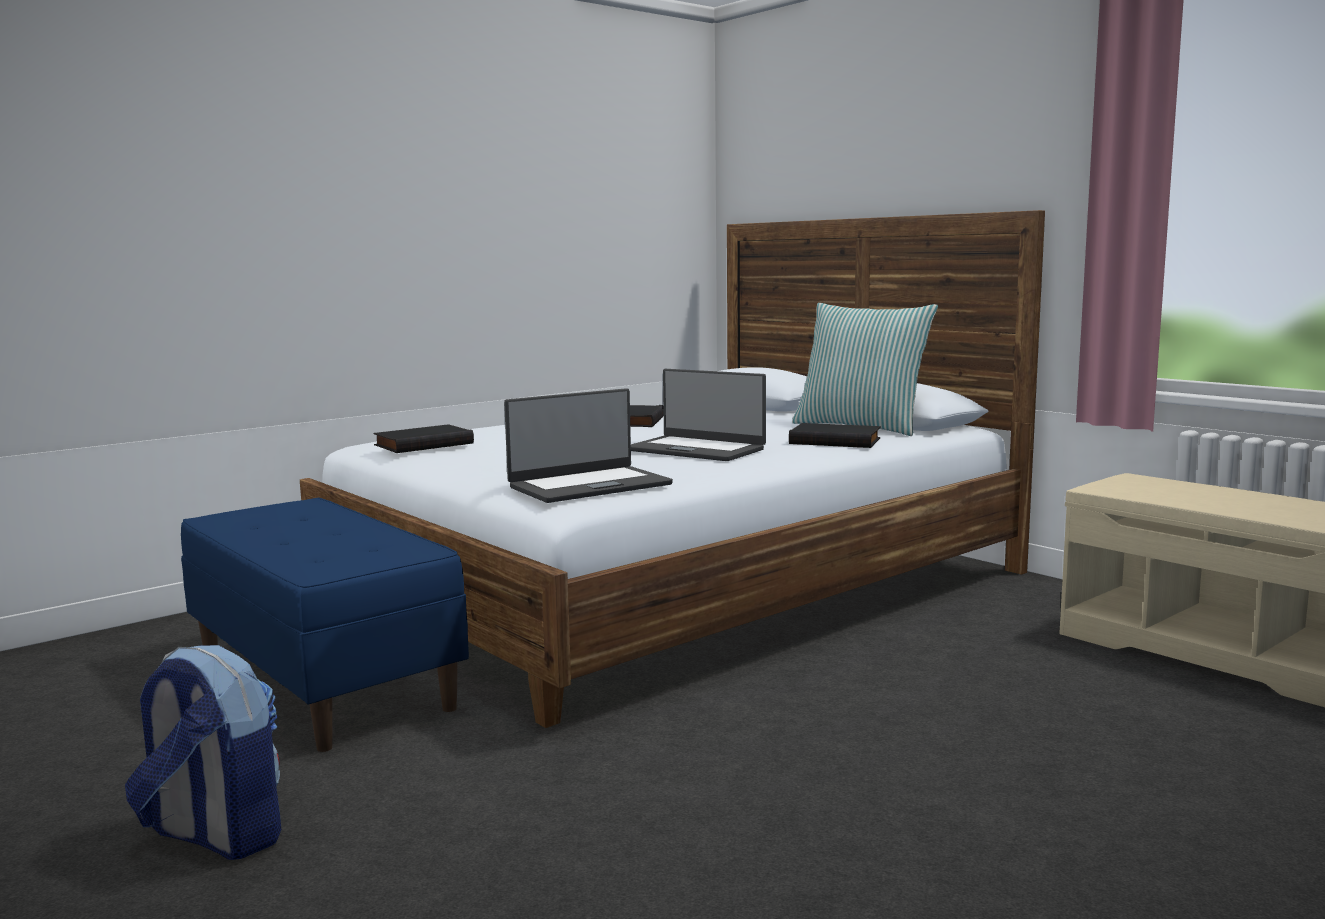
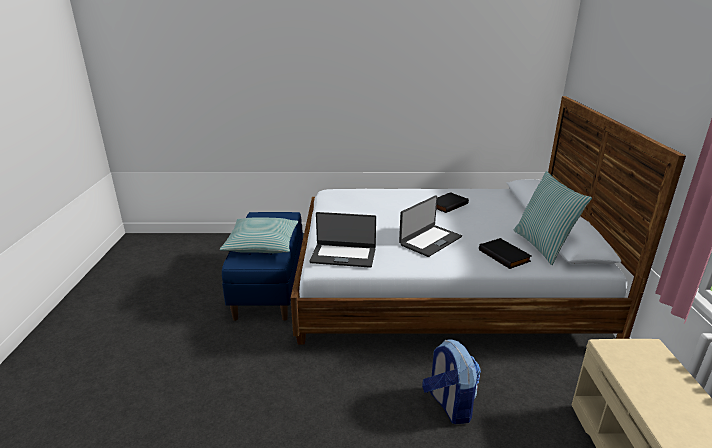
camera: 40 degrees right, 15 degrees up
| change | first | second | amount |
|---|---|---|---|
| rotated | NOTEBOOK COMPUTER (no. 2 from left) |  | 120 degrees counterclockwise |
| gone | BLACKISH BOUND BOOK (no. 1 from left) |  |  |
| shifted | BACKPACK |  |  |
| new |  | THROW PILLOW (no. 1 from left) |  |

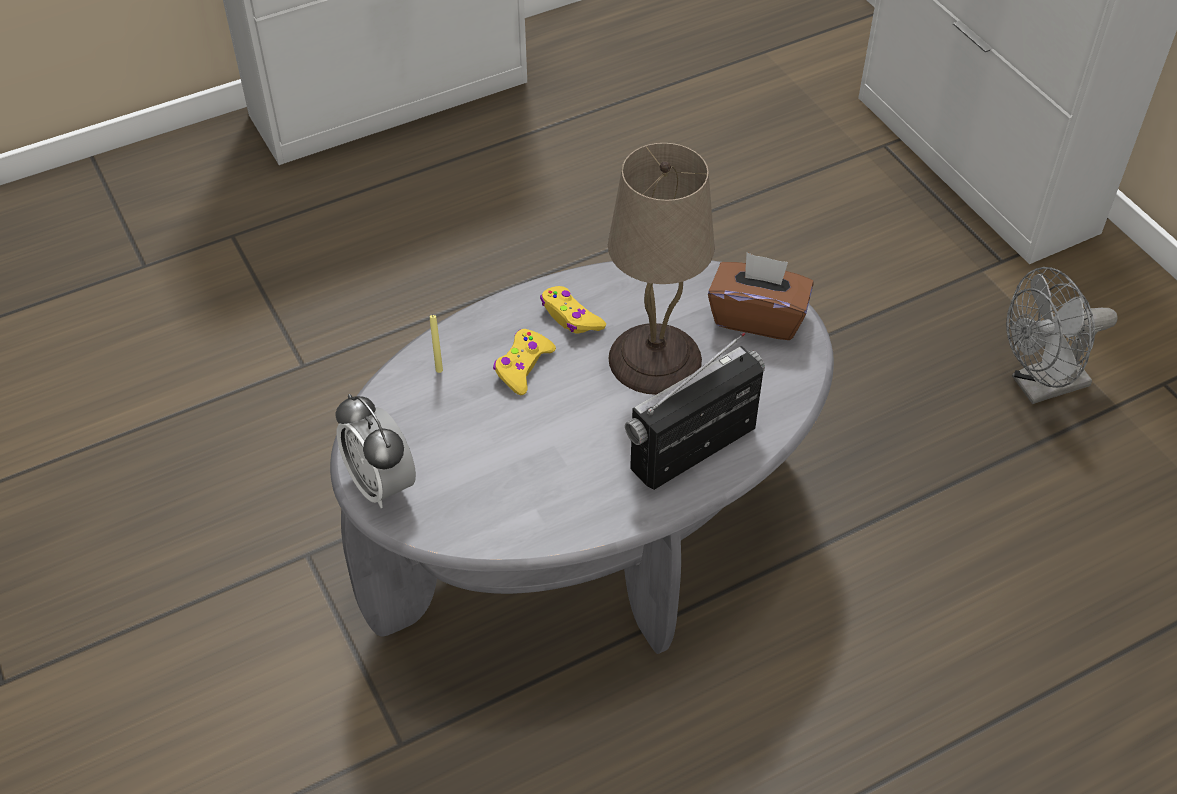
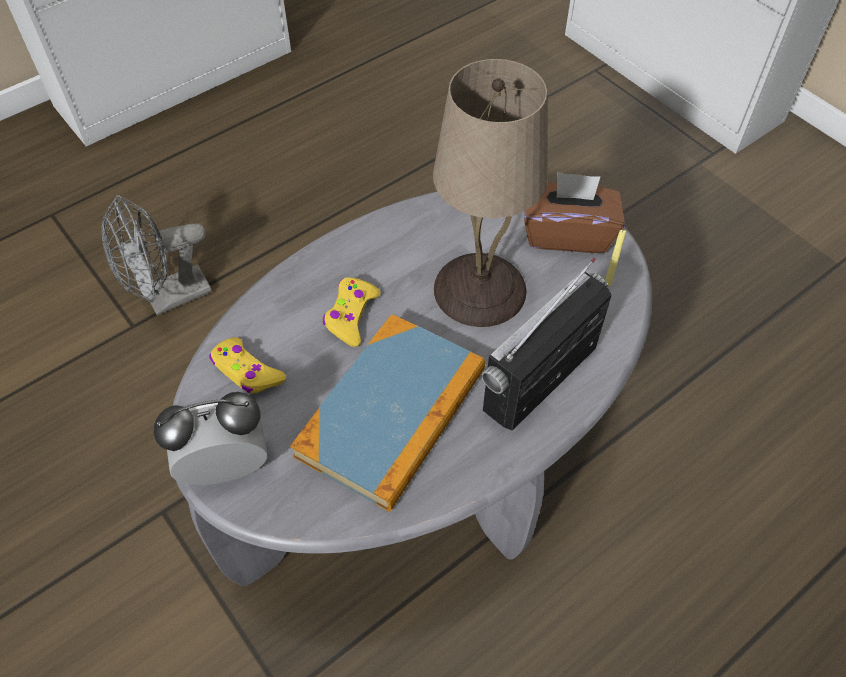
camera: 10 degrees left, 5 degrees up
| change | first | second | amount |
|---|---|---|---|
| shifted | GREYISH FAN |  |  |
| shifted | YELLOWISH GAMEPAD (no. 2 from left in the first image) | YELLOWISH GAMEPAD (no. 1 from left) |  |
| shifted | YELLOWISH CANDLE |  |  |
| rotated | BEDSIDE CLOCK |  | 120 degrees clockwise |
| new |  | BOUND BOOK |  |

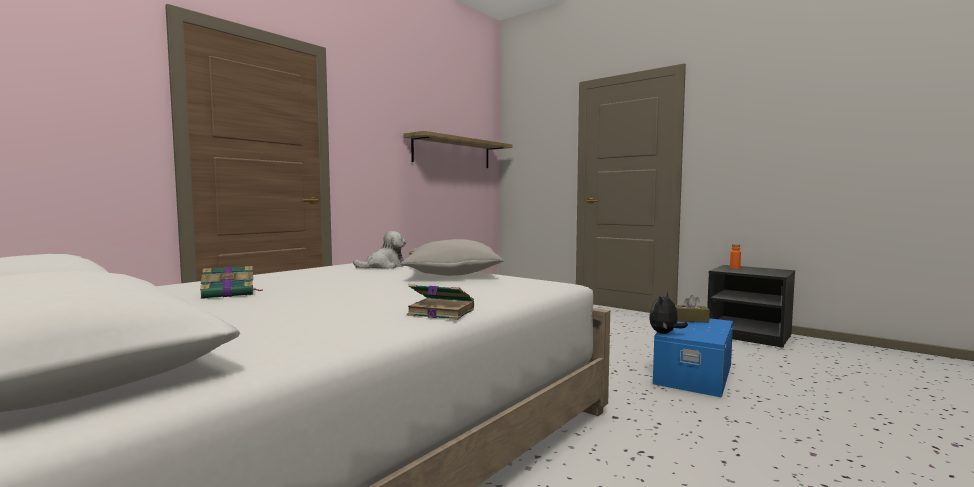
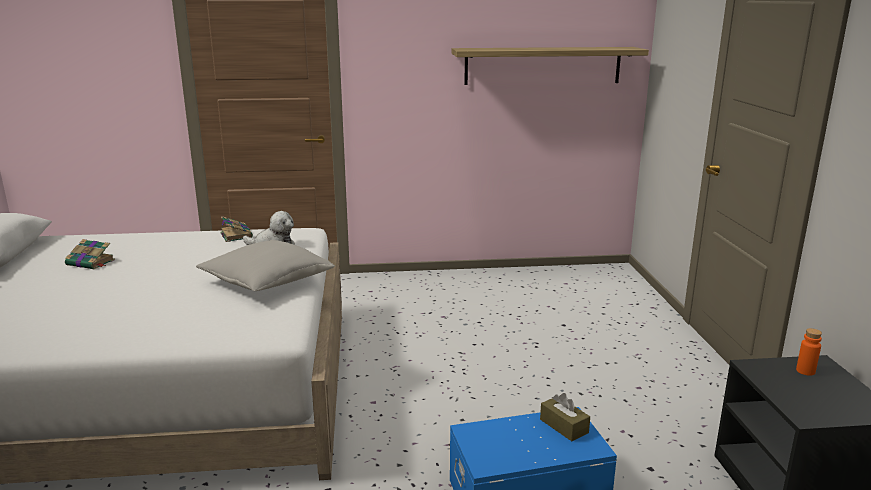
camera: 45 degrees right, 15 degrees up
| change | first | second | amount |
|---|---|---|---|
| shifted | BOUND BOOK (no. 2 from left) |  |  |
| gone | CUDDLY TOY (no. 2 from left) |  |  |

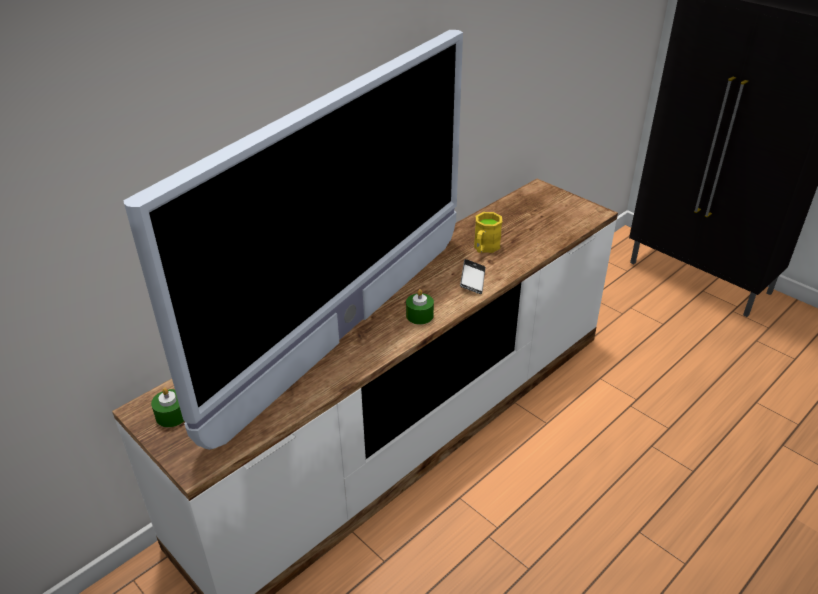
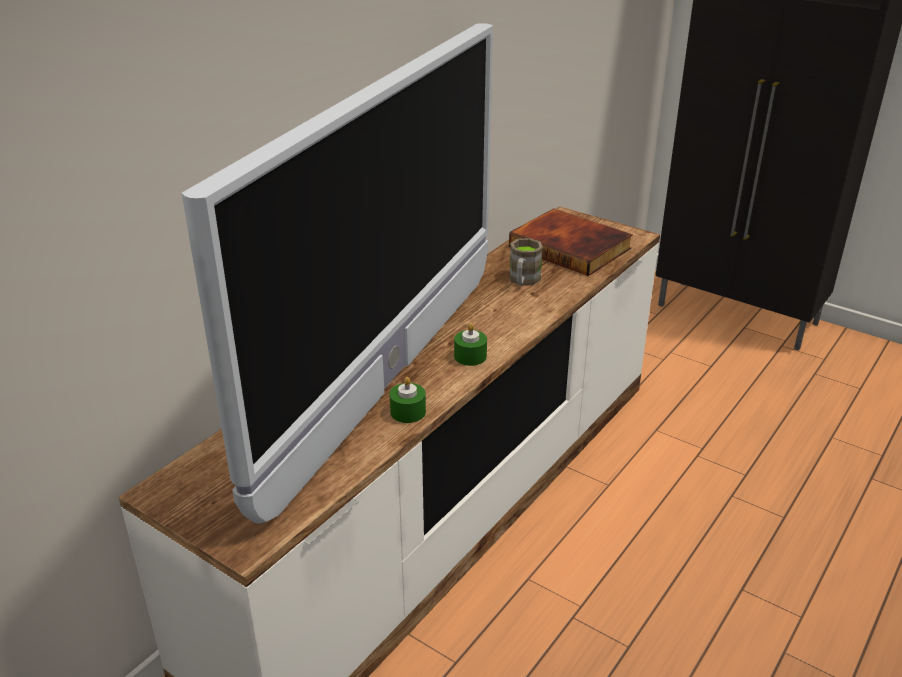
camera: 10 degrees left, 5 degrees down
| change | first | second | amount |
|---|---|---|---|
| repainted | YELLOWISH MUG | BROWN MUG |  |
| gone | TELEPHONE |  |  |
| shifted | GREEN-COLOURED CANDLE (no. 1 from left) |  |  |
| new |  | BOUND BOOK |  |

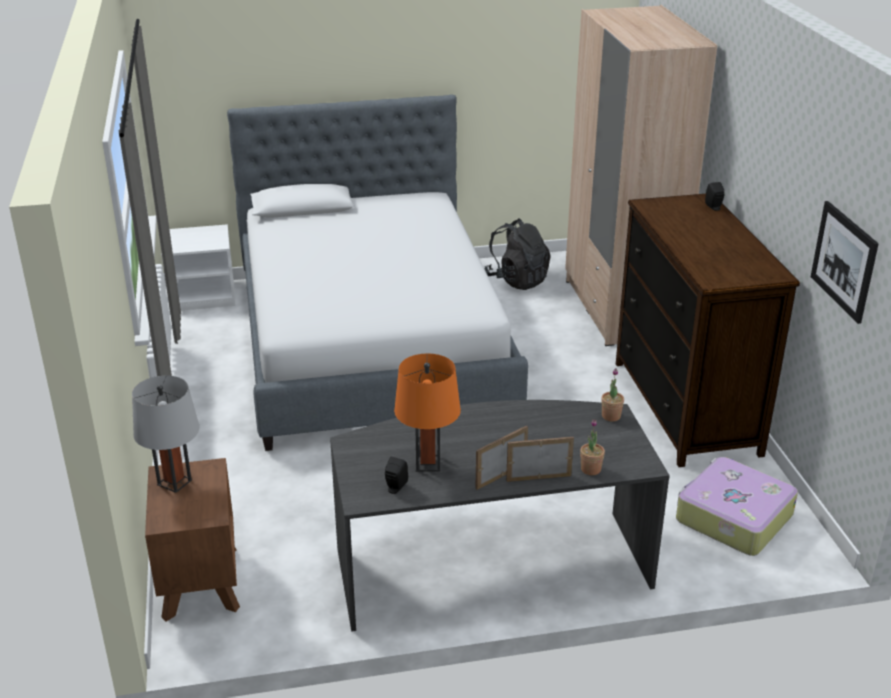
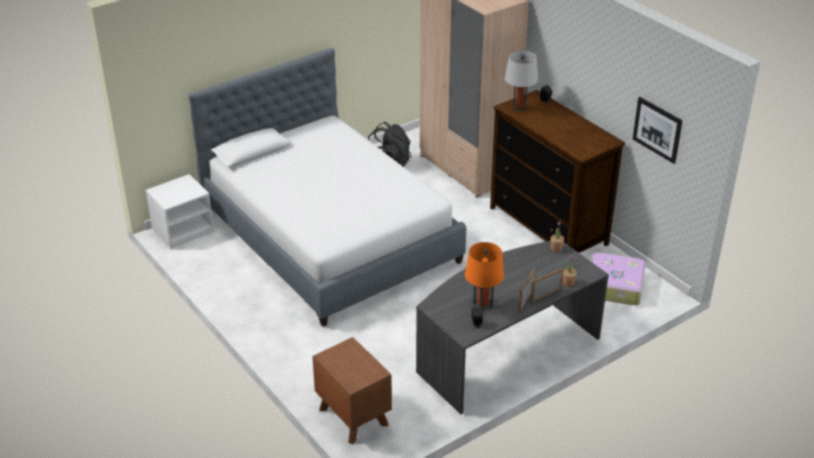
camera: 25 degrees left, 5 degrees up
| change | first | second | amount |
|---|---|---|---|
| shifted | GREYISH TABLETOP LAMP |  |  |

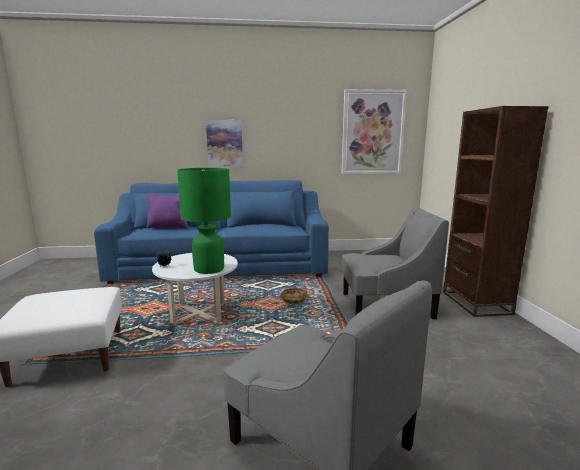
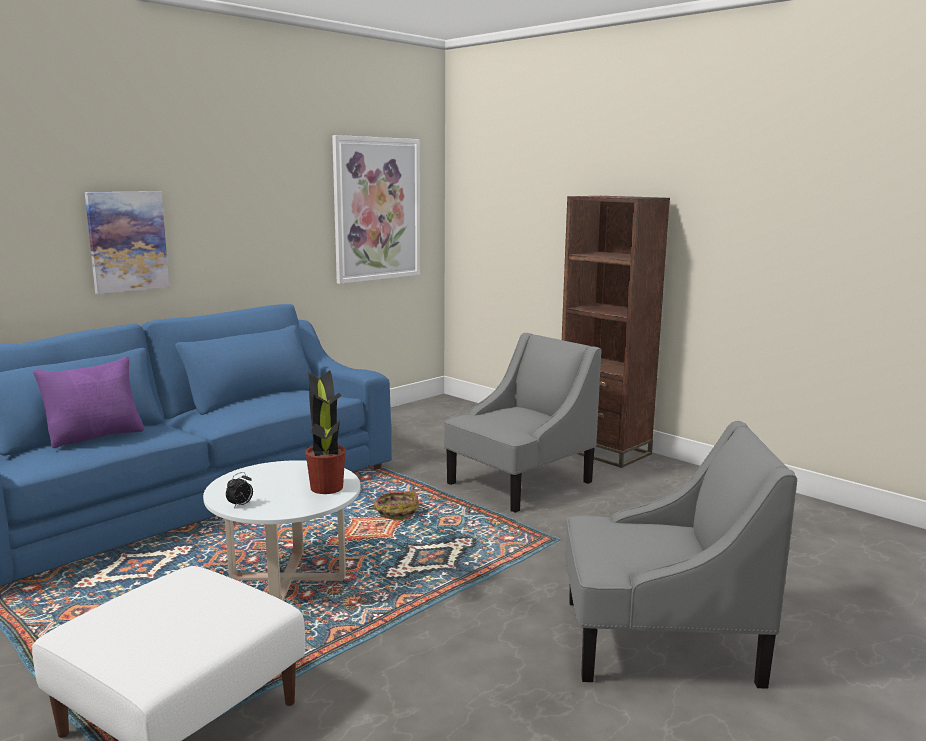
camera: 40 degrees left, 0 degrees up
| change | first | second | amount |
|---|---|---|---|
| swapped | GREEN-COLOURED TABLETOP LAMP | HOUSEPLANT |  |

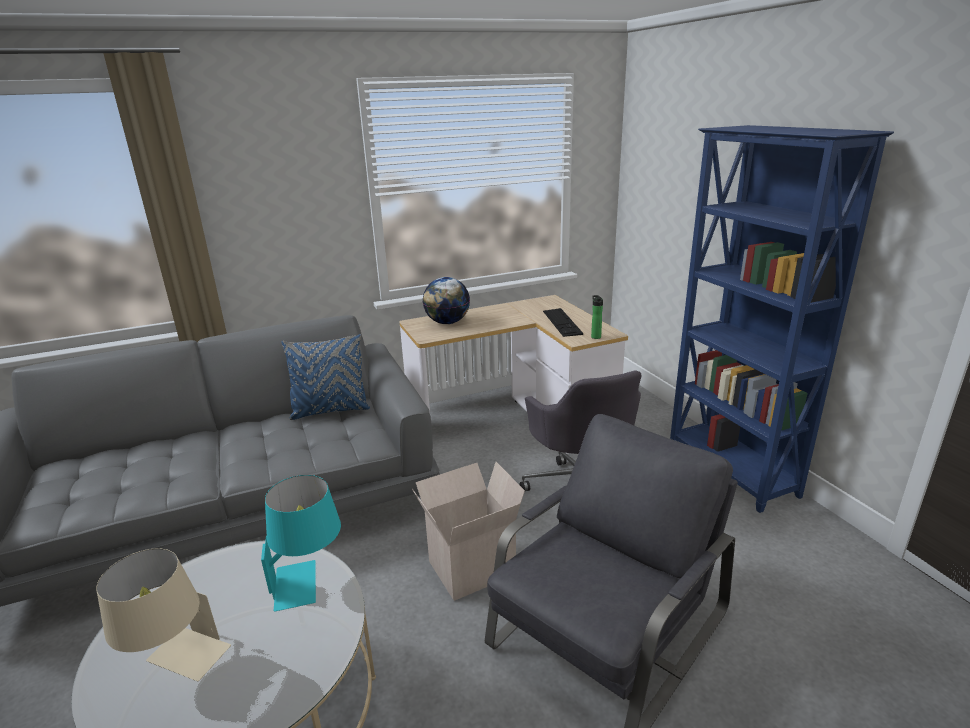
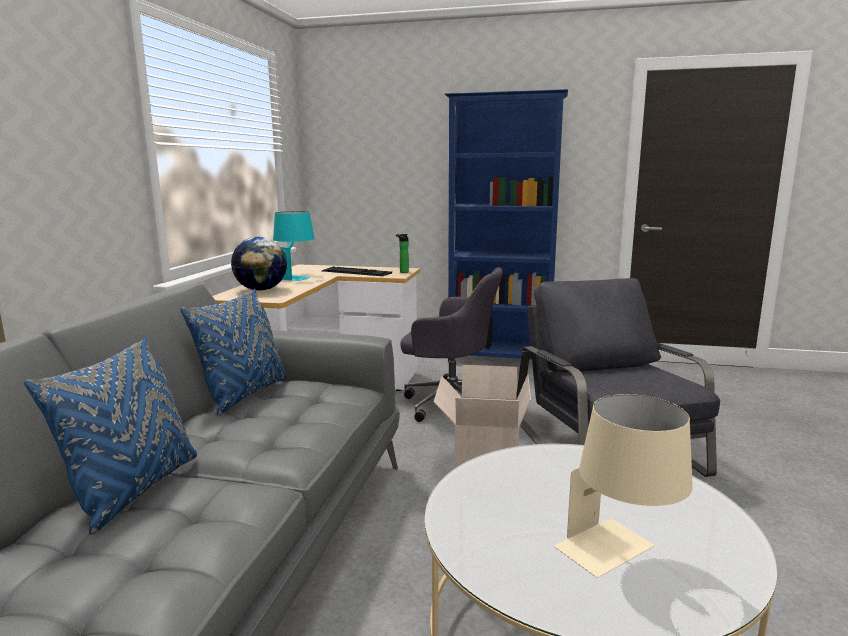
camera: 55 degrees left, 10 degrees down
| change | first | second | amount |
|---|---|---|---|
| shifted | TURQUOISE-COLOURED TABLETOP LAMP |  |  |
| new |  | BLUE THROW PILLOW (no. 1 from left) |  |

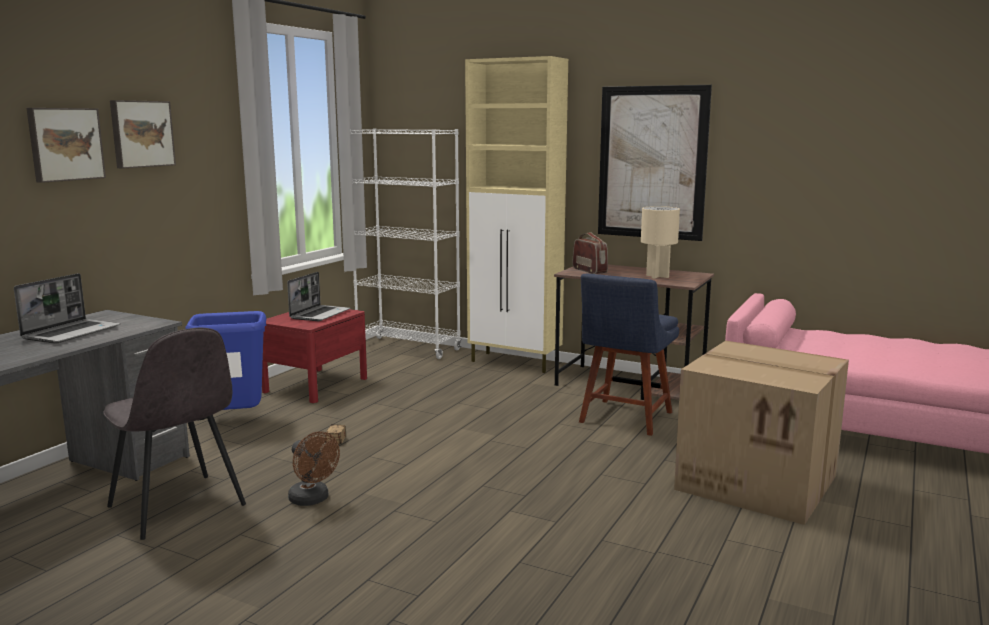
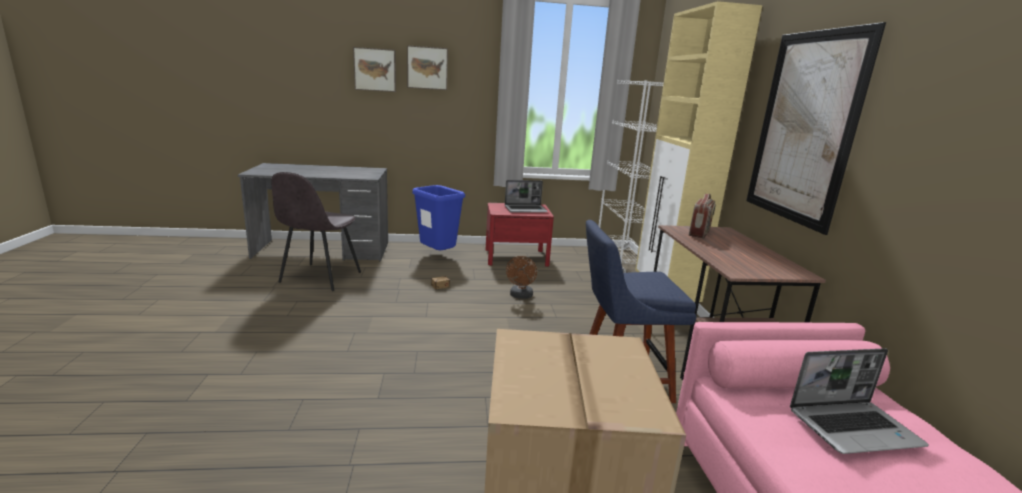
camera: 55 degrees right, 5 degrees up
| change | first | second | amount |
|---|---|---|---|
| gone | BEIGE-COLOURED TABLETOP LAMP |  |  |
| shifted | NOTEBOOK COMPUTER (no. 1 from left in the first image) | NOTEBOOK COMPUTER (no. 2 from left) |  |
| shifted | BROWN FAN |  |  |

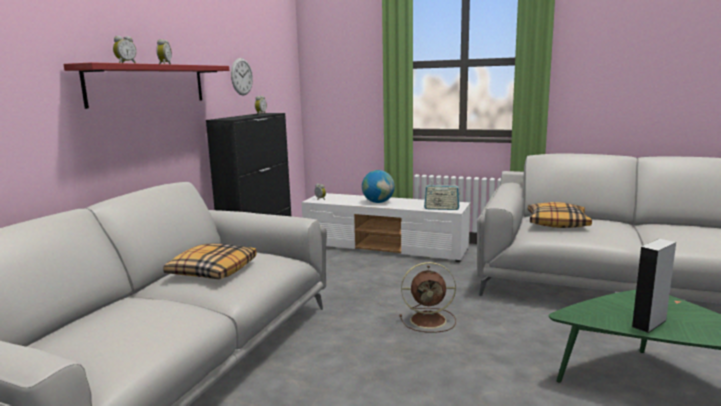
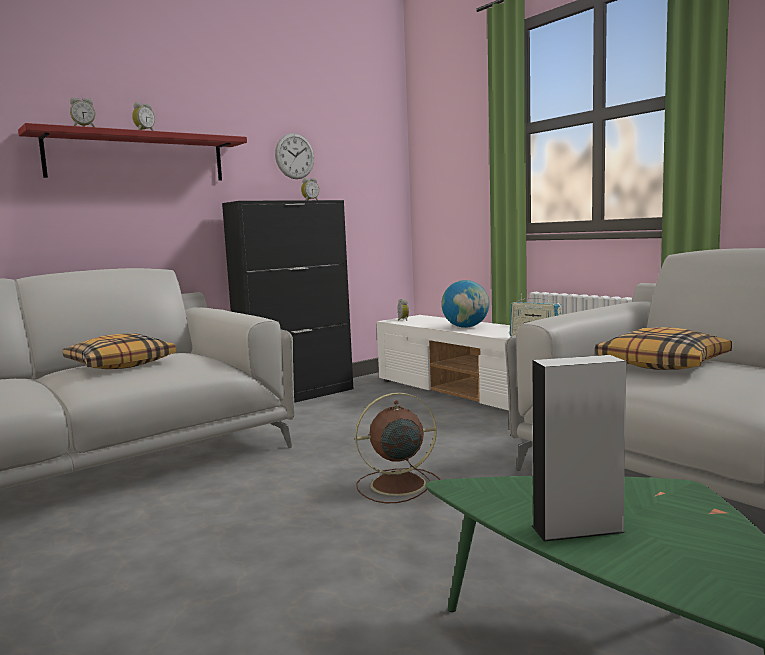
camera: 30 degrees right, 5 degrees down
| change | first | second | amount |
|---|---|---|---|
| rotated | BROWN FAN |  | 135 degrees clockwise |

